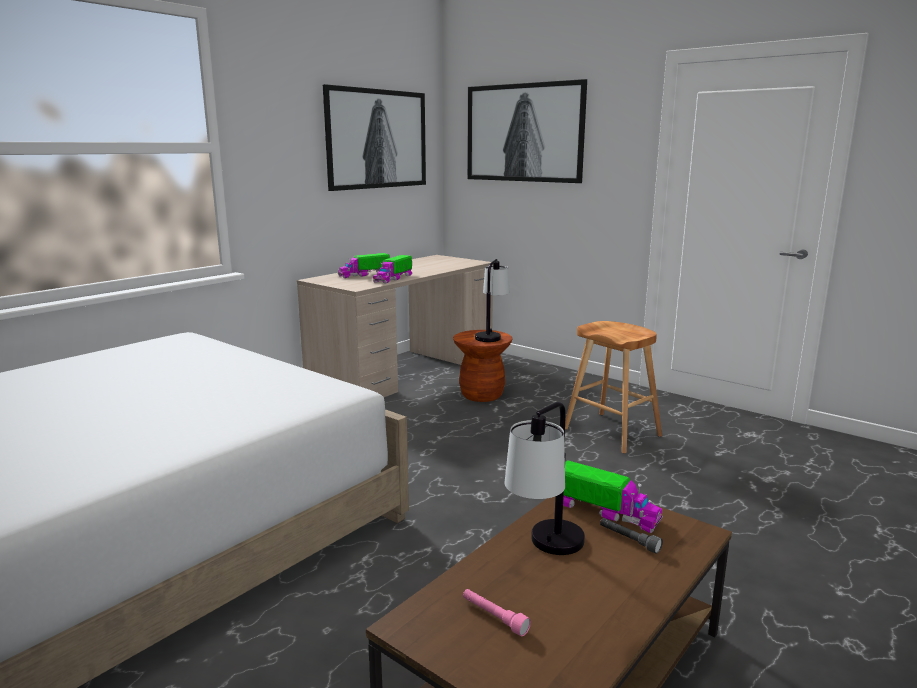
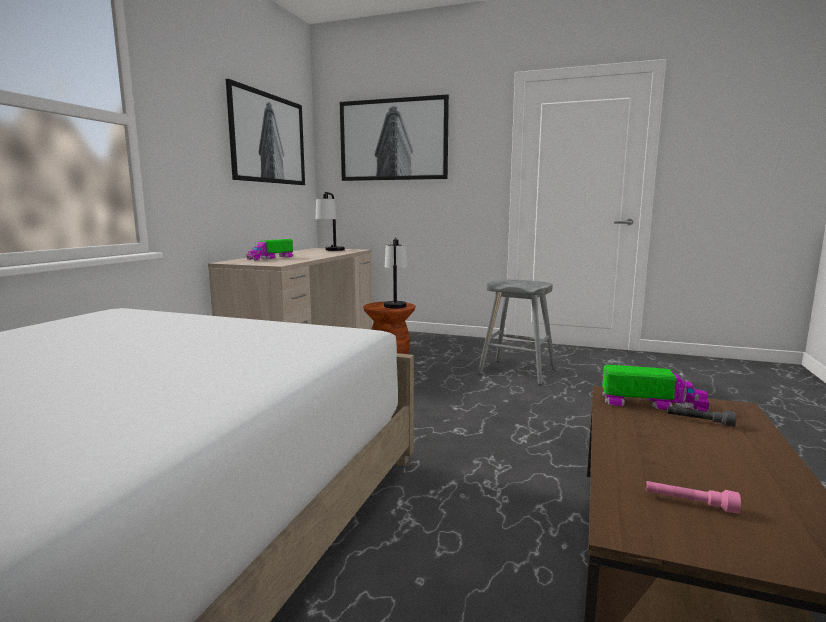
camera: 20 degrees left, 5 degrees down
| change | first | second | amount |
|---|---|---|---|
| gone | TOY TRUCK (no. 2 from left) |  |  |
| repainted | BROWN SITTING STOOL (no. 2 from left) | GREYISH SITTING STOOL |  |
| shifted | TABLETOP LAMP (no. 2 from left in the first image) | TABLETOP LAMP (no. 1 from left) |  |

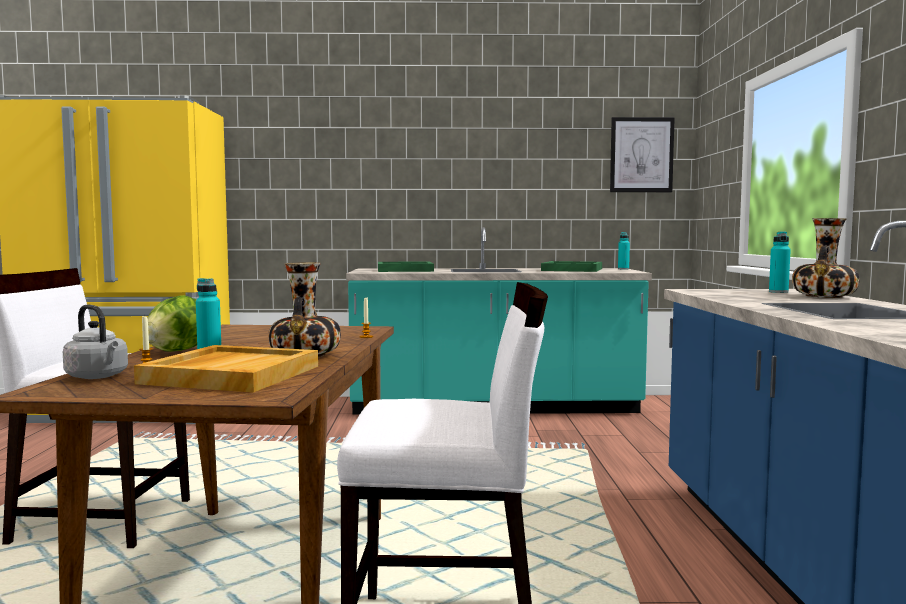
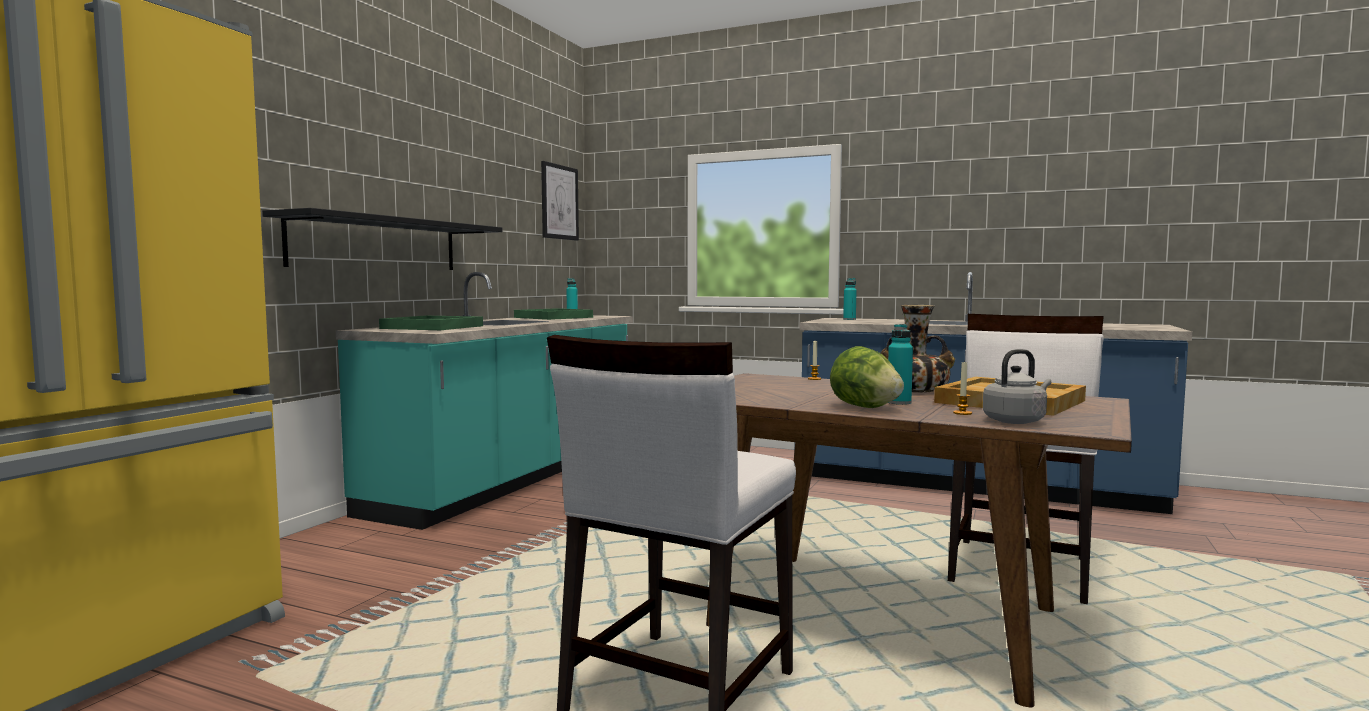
camera: 65 degrees left, 0 degrees up
| change | first | second | amount |
|---|---|---|---|
| gone | VASE (no. 2 from left) |  |  |
| new |  | BLACKISH SHELF |  |

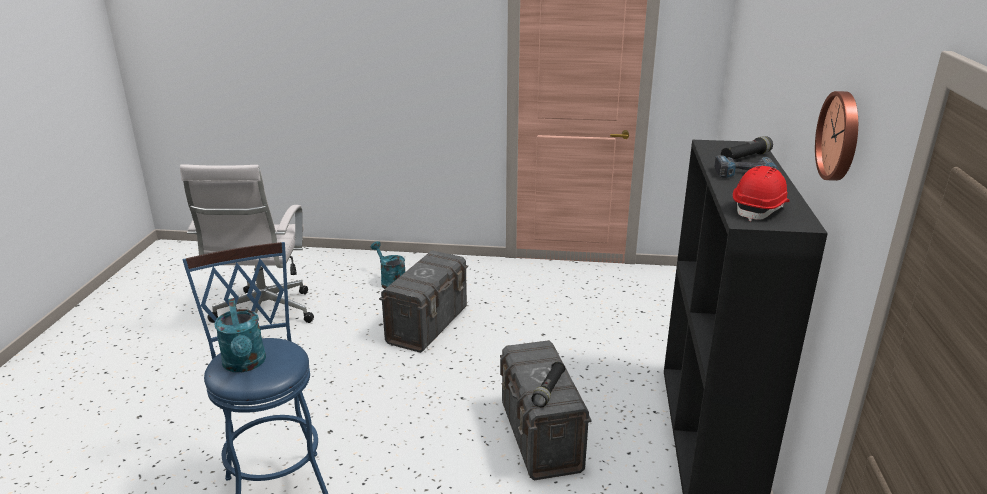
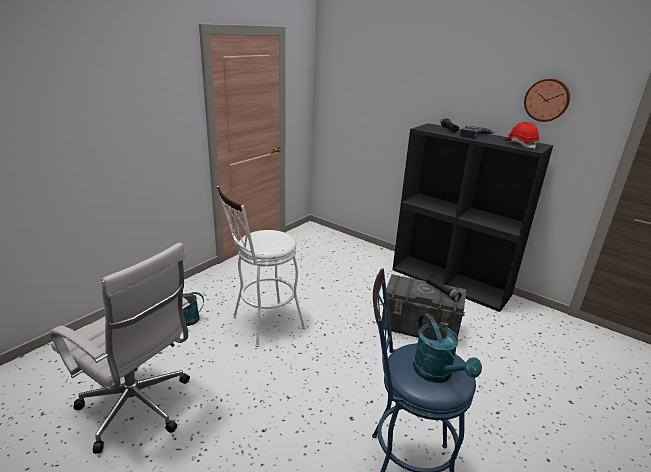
camera: 60 degrees left, 0 degrees up
| change | first | second | amount |
|---|---|---|---|
| swapped | GREYISH STORAGE BIN (no. 1 from left) | WHITE SITTING STOOL |  |
| rotated | TURQUOISE-COLOURED WATERING CAN (no. 1 from left in the first image) | TURQUOISE-COLOURED WATERING CAN (no. 2 from left) | 60 degrees clockwise |

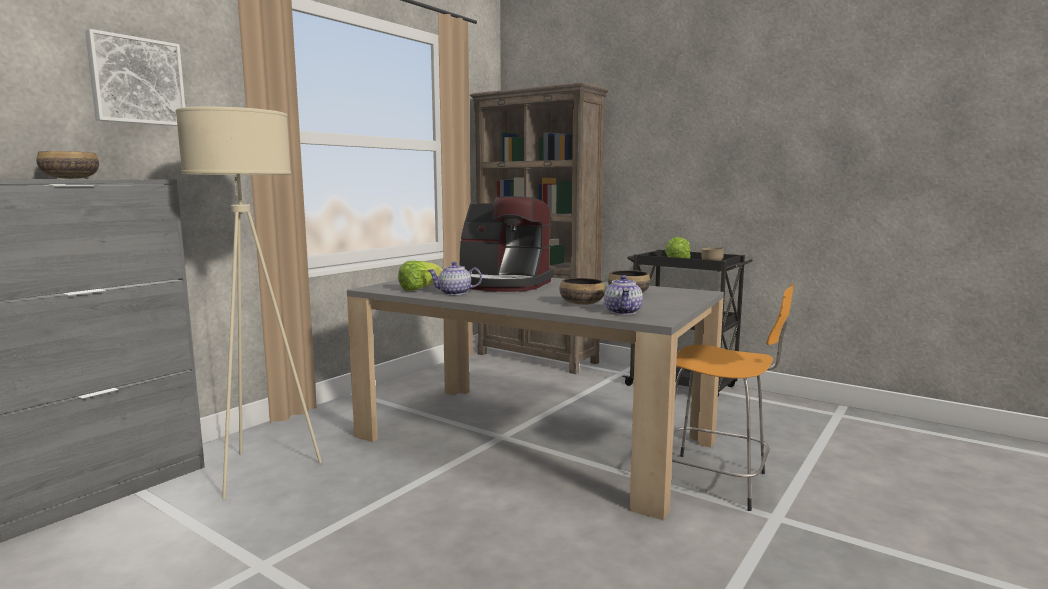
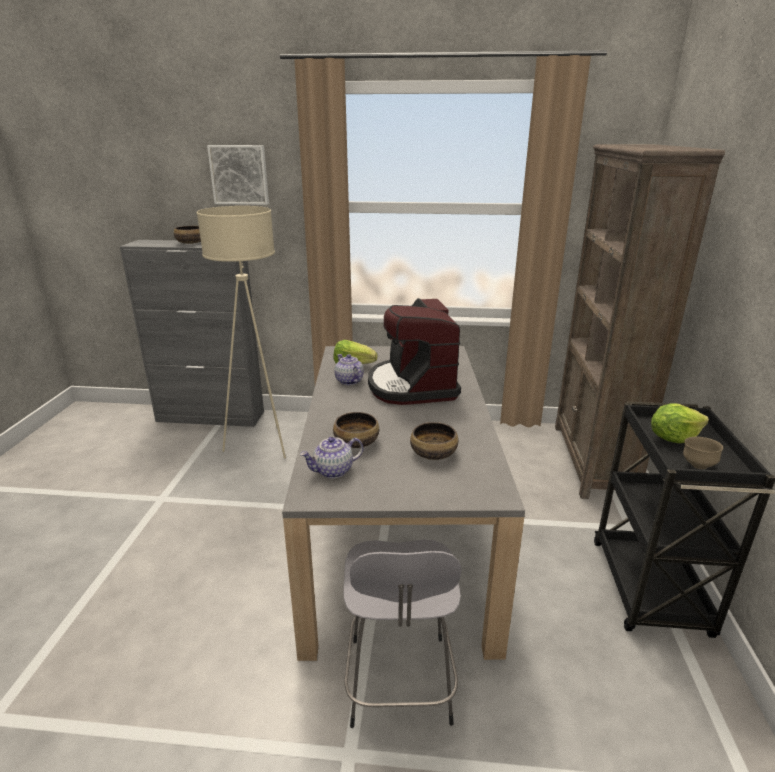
camera: 60 degrees right, 15 degrees up
| change | first | second | amount |
|---|---|---|---|
| repainted | ORANGE SITTING STOOL | GREYISH SITTING STOOL |  |

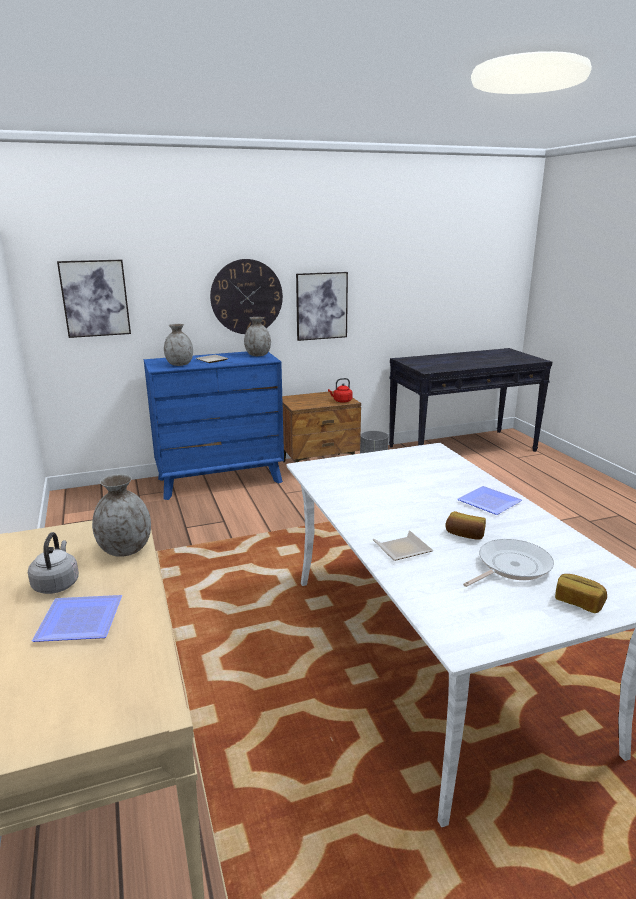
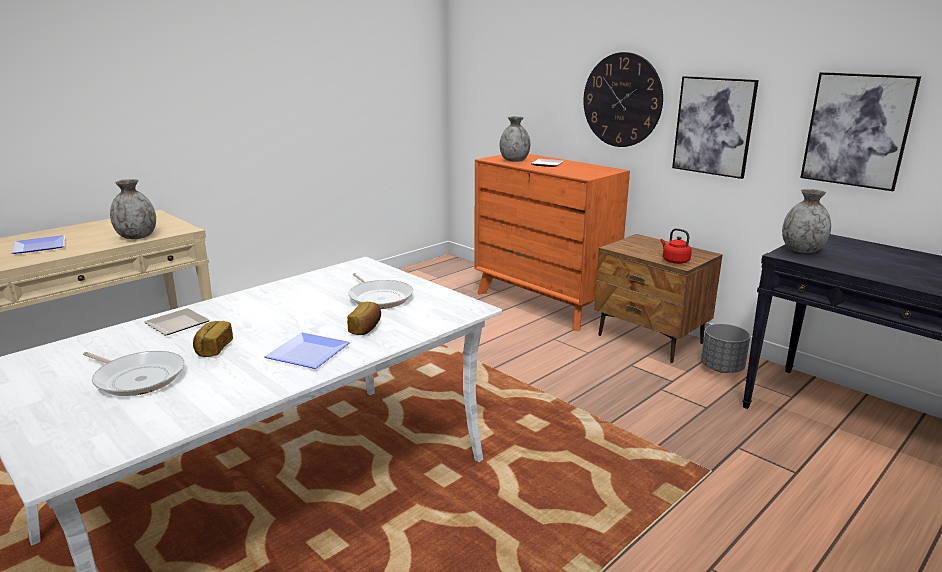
camera: 65 degrees right, 0 degrees up
| change | first | second | amount |
|---|---|---|---|
| shifted | WALL ART (no. 1 from left in the first image) | WALL ART (no. 2 from left) |  |
| shifted | GREYISH VASE (no. 3 from left) |  |  |
| repainted | BLUE DRAWER CHEST | ORANGE DRAWER CHEST |  |
| gone | GREYISH KETTLE |  |  |
| shifted | BAKERY BREAD (no. 2 from left) |  |  |
| new |  | FRYING PAN (no. 2 from left) |  |

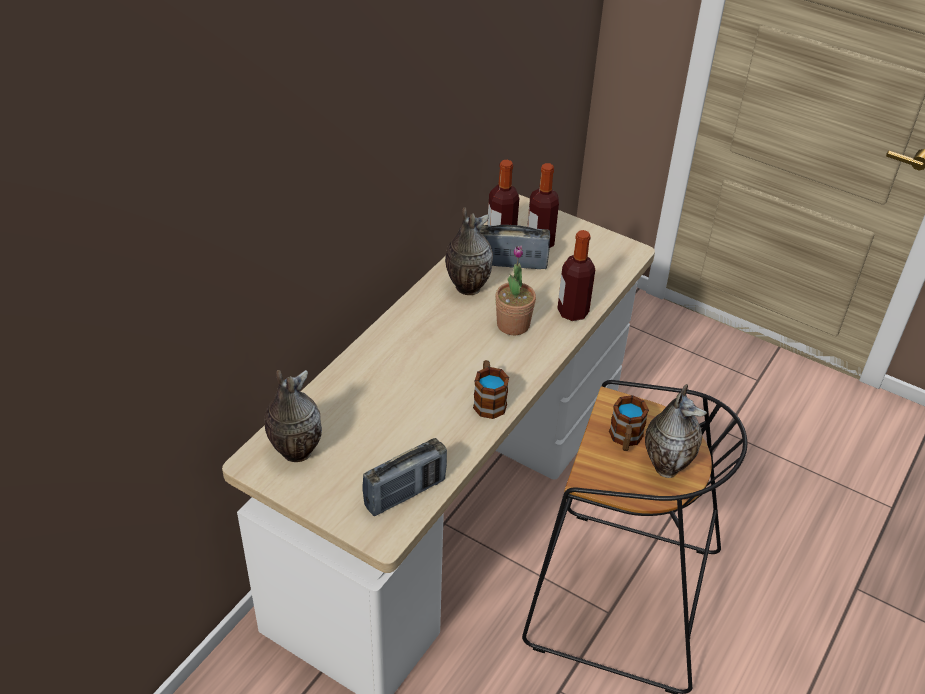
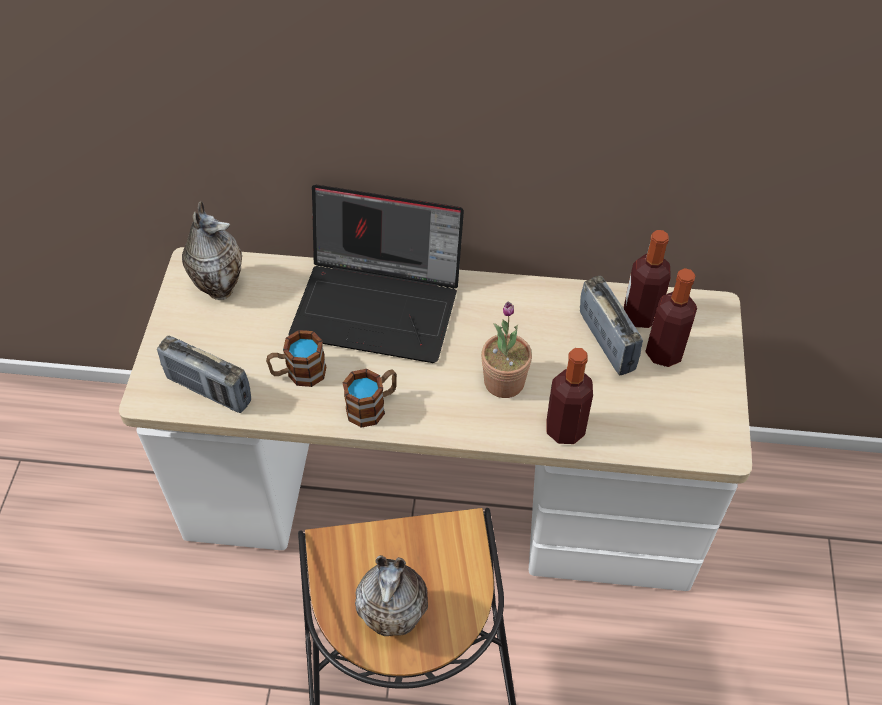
camera: 65 degrees right, 10 degrees up
| change | first | second | amount |
|---|---|---|---|
| gone | VASE (no. 2 from left) |  |  |
| shifted | MUG (no. 2 from left in the first image) | MUG (no. 1 from left) |  |
| new |  | NOTEBOOK COMPUTER |  |

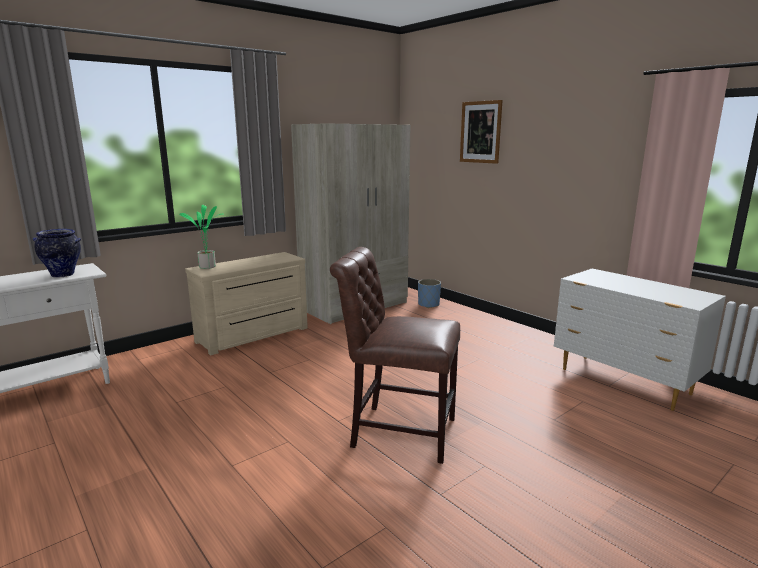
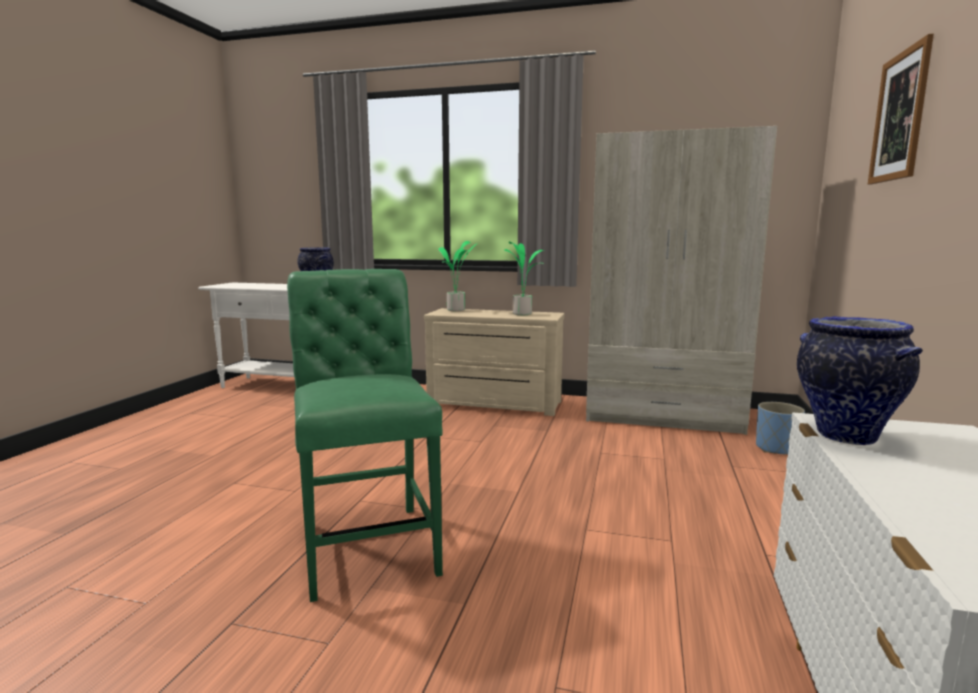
camera: 55 degrees right, 5 degrees down
| change | first | second | amount |
|---|---|---|---|
| repainted | BROWN UPRIGHT CHAIR | GREEN-COLOURED UPRIGHT CHAIR |  |
| new |  | HOUSEPLANT (no. 2 from left) |  |
| new |  | VASE (no. 2 from left) |  |

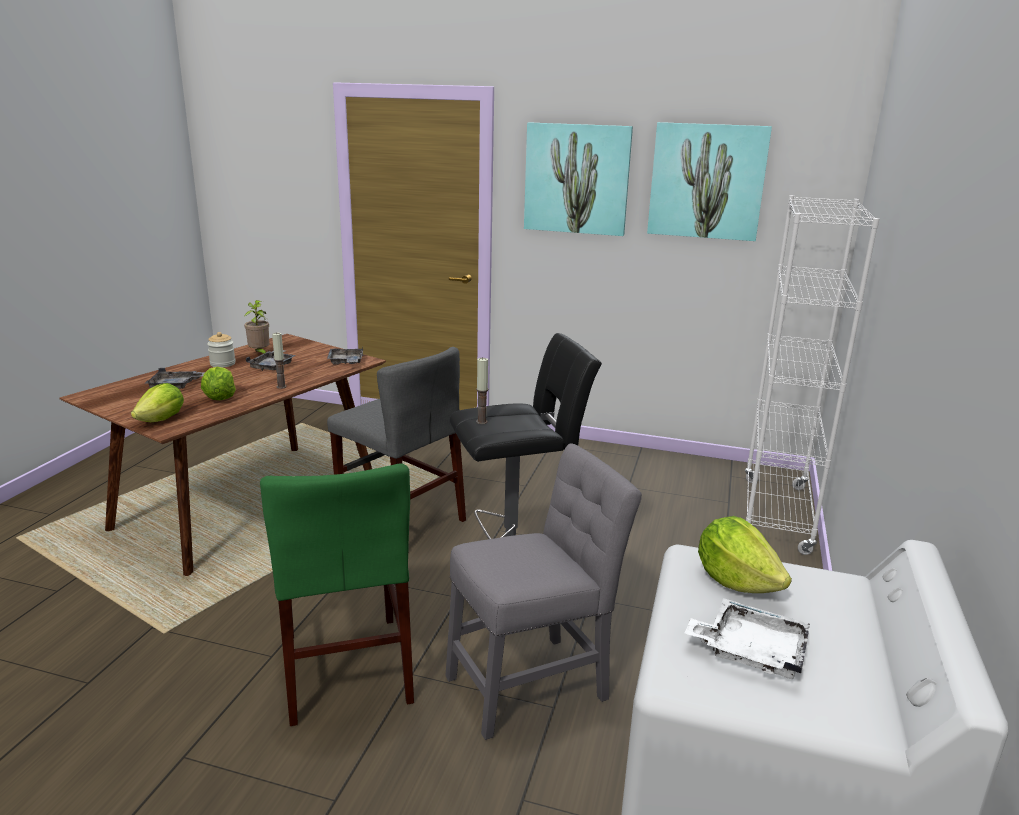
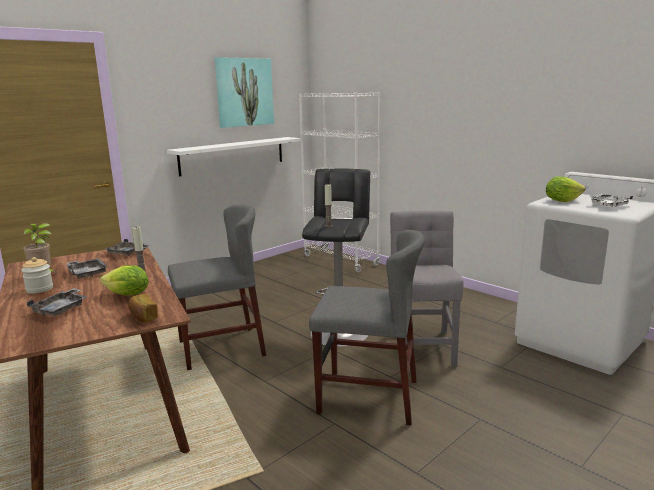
camera: 60 degrees left, 5 degrees down
| change | first | second | amount |
|---|---|---|---|
| gone | WALL ART (no. 1 from left) |  |  |
| swapped | LETTUCE (no. 1 from left) | BAKERY BREAD |  |
| repainted | GREEN-COLOURED UPRIGHT CHAIR | GREYISH UPRIGHT CHAIR (no. 2 from left) |  |
| new |  | WHITE SHELF |  |

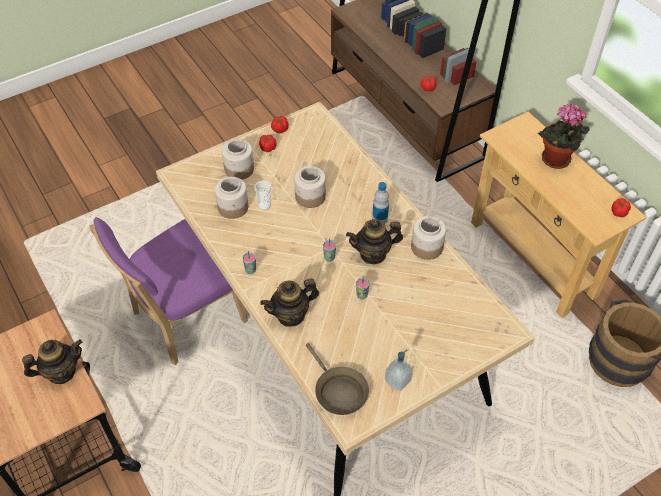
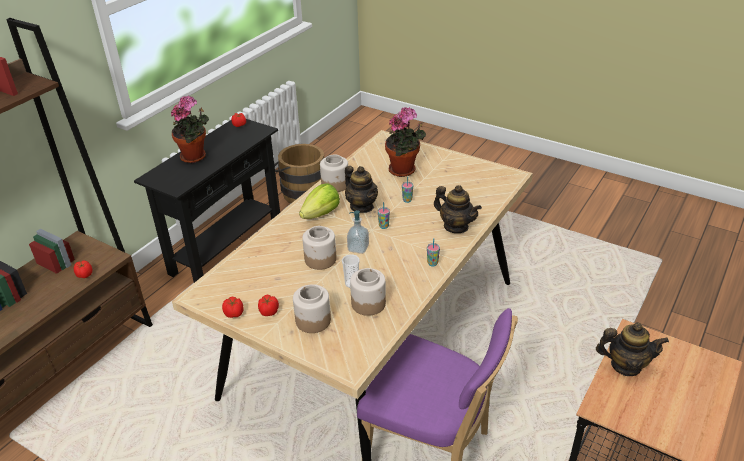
camera: 115 degrees left, 15 degrees down
| change | first | second | amount |
|---|---|---|---|
| repainted | BEIGE-COLOURED NARROW TABLE | BLACKISH NARROW TABLE |  |
| swapped | BOTTLE | LETTUCE |  |
| rotated | POT FOR TEA (no. 1 from left in the first image) | POT FOR TEA (no. 3 from left) | 150 degrees clockwise |
| gone | BROWN FRYING PAN |  |  |
| shifted | SOAP BOTTLE |  |  |
| new |  | HOUSEPLANT (no. 2 from left) |  |

